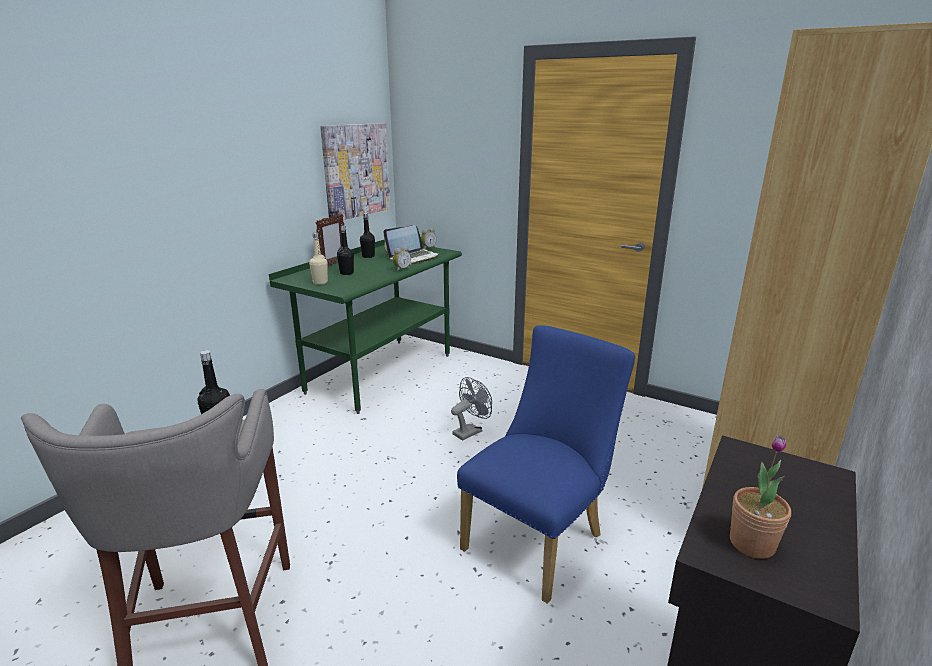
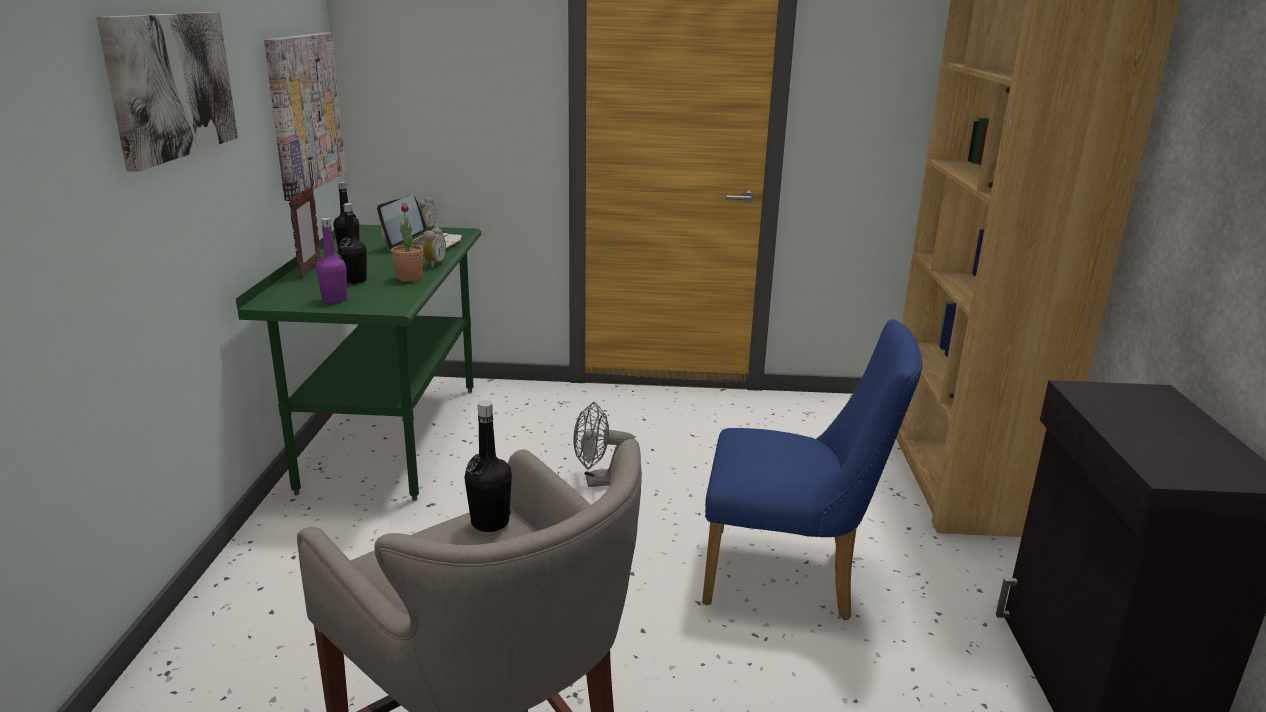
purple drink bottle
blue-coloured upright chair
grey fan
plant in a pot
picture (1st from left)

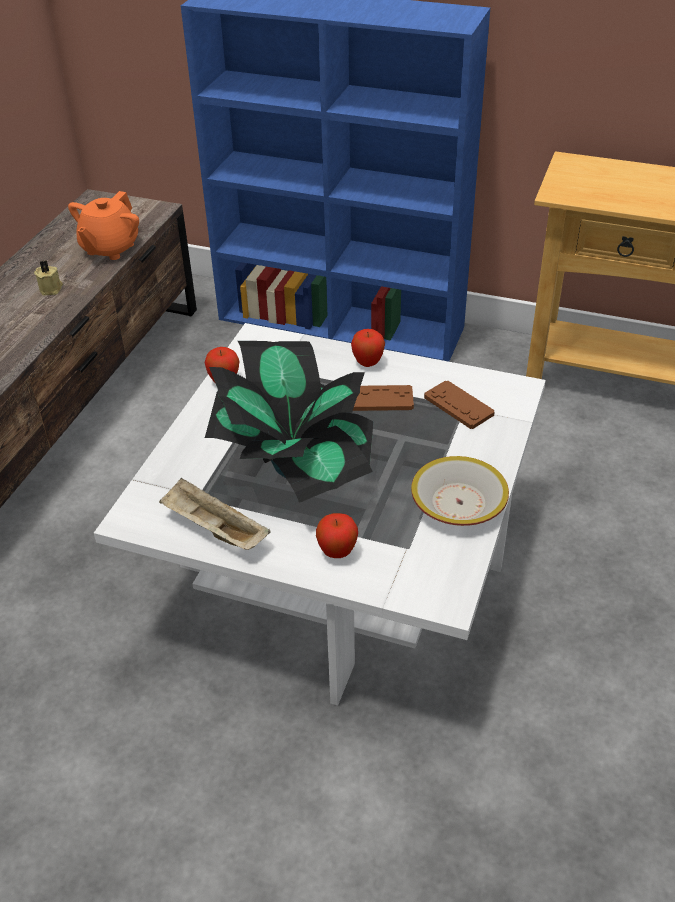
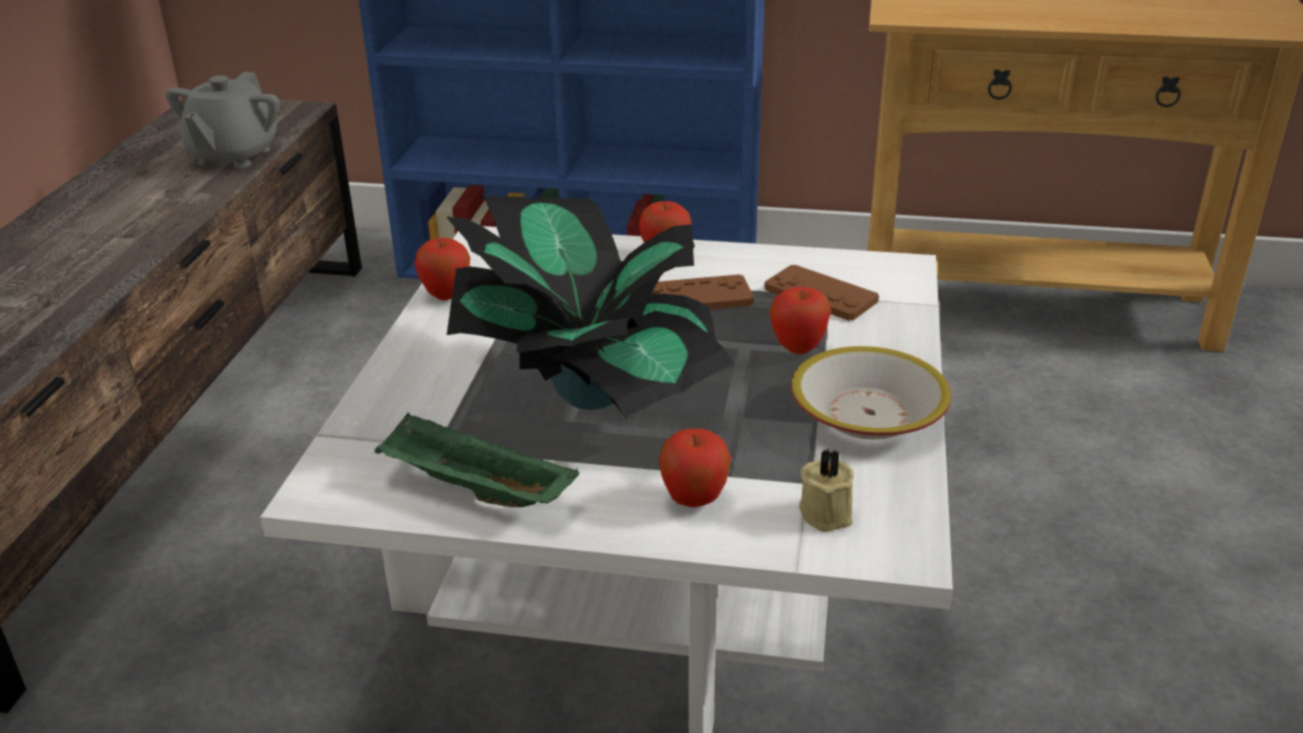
grey tea pot
sand-coloured wax candle
greenish carrying tray
apple fruit (4th from left)

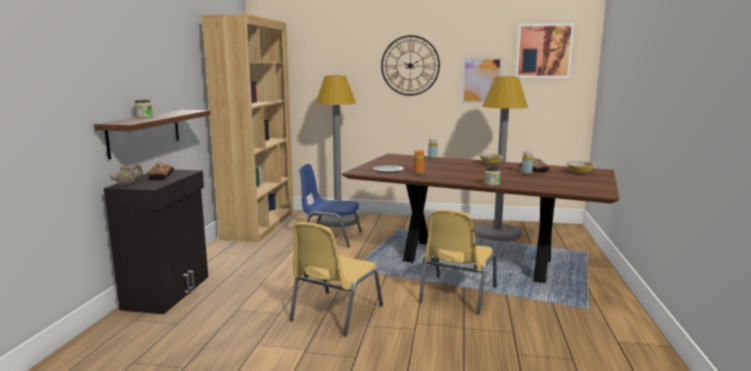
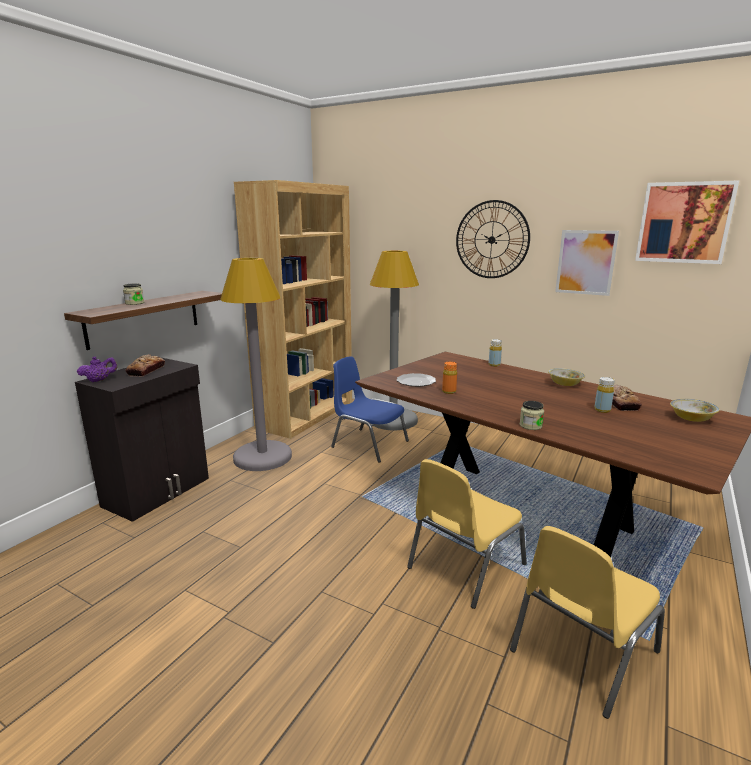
grey floor lamp (1st from left)
purple tea pot
yellow-coloured upright chair (2nd from left)

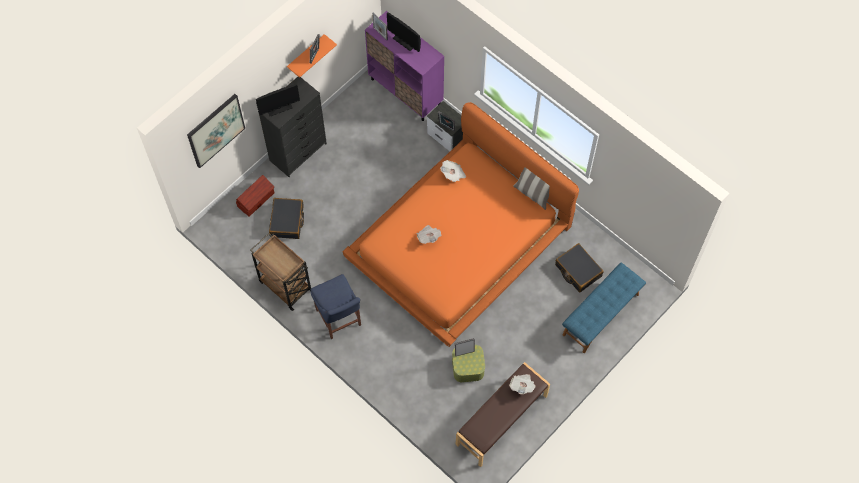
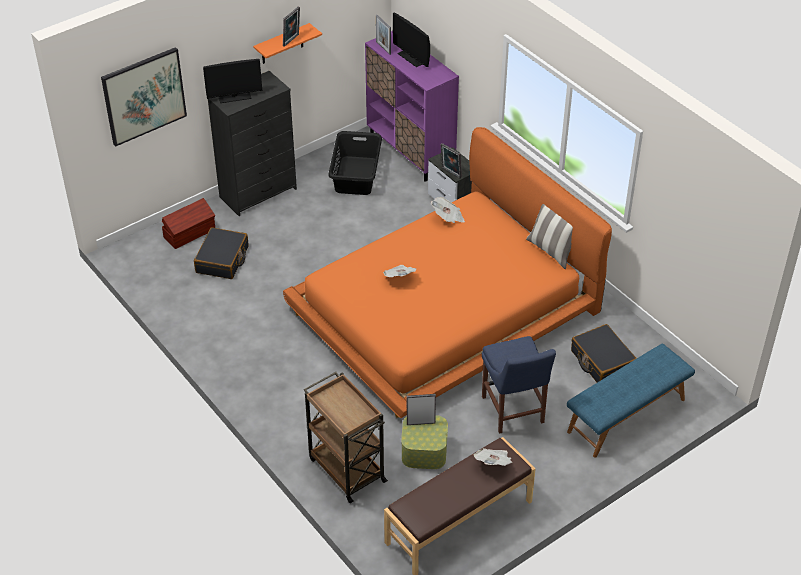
brownish trolley
blue-coloured upright chair
black laundry basket

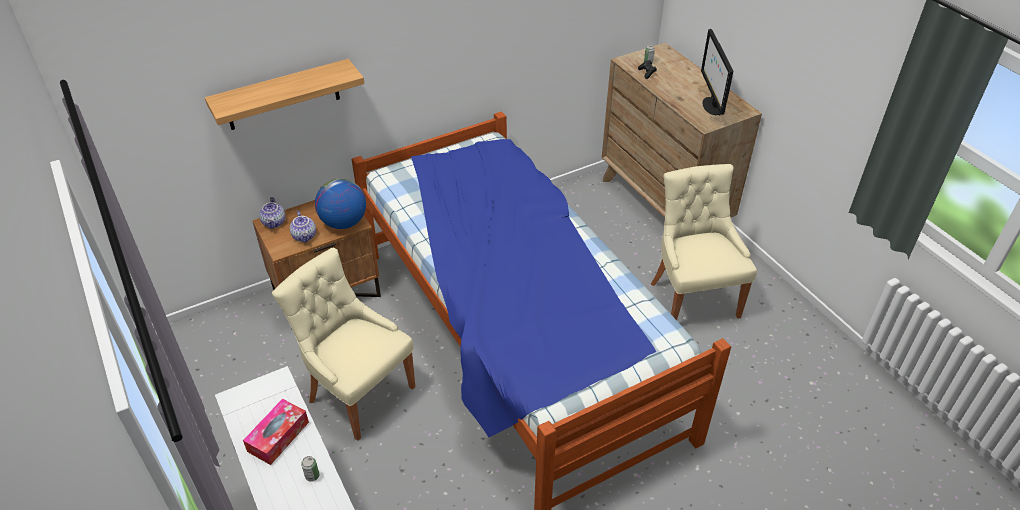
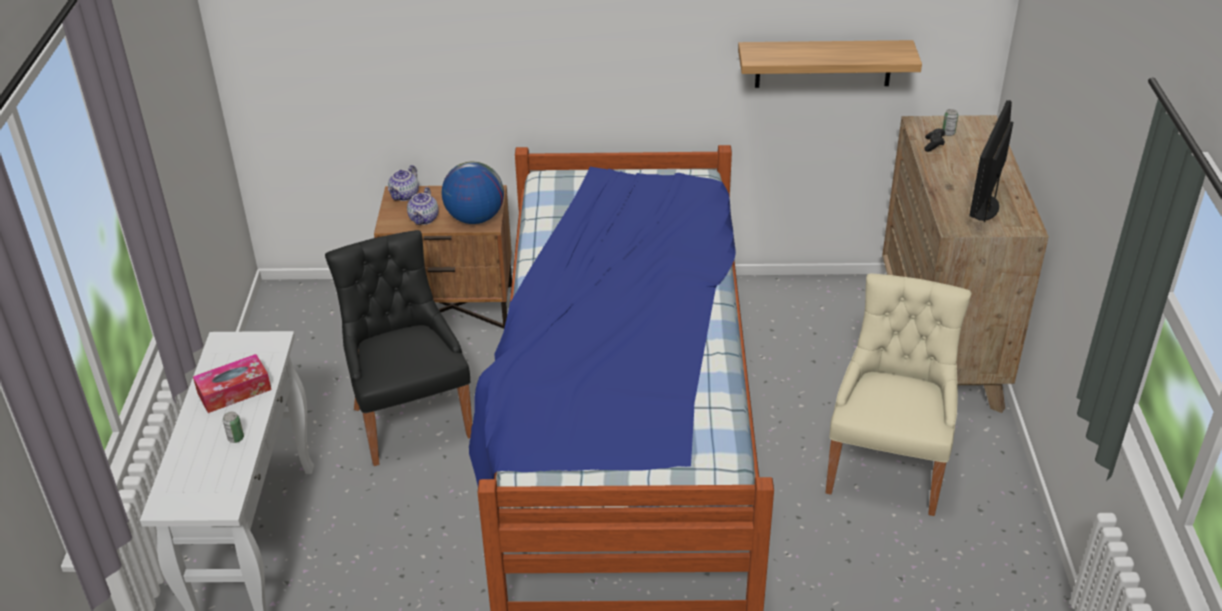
bracket shelf
black upright chair

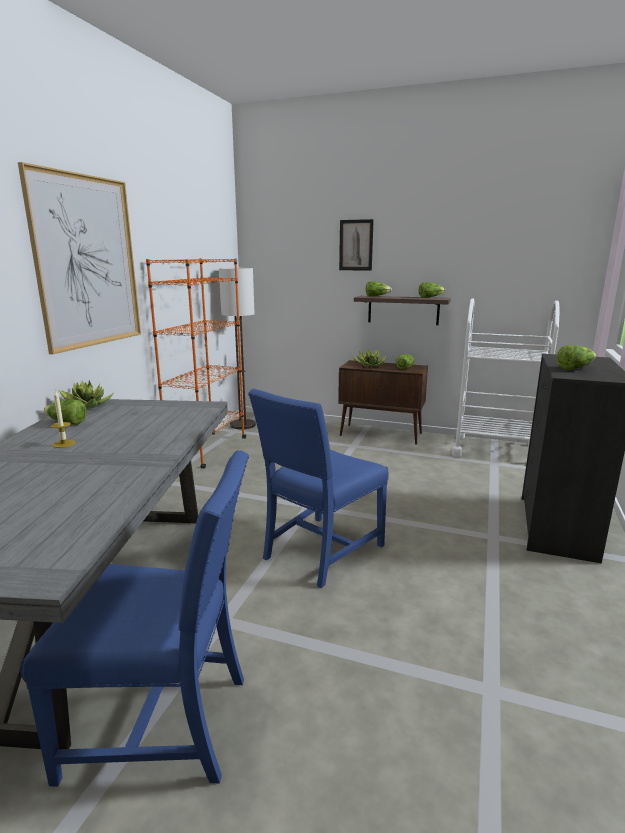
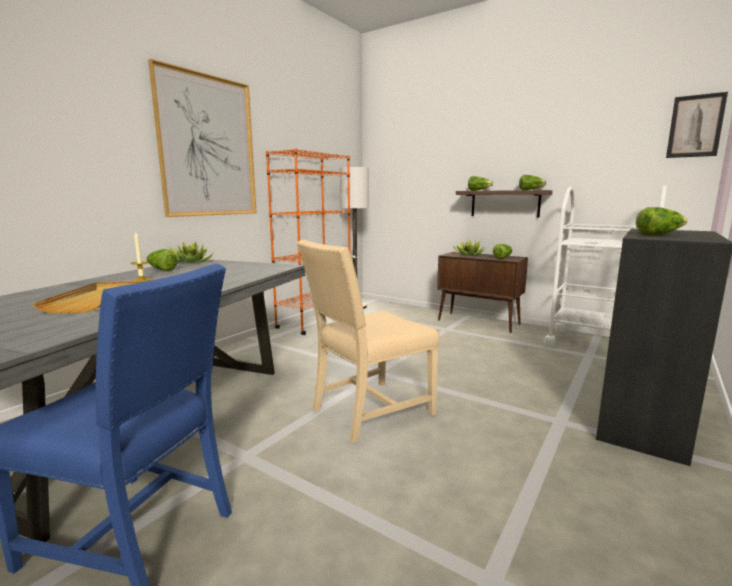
picture (2nd from left)
sand-coloured upright chair
sand-coloured carrying tray

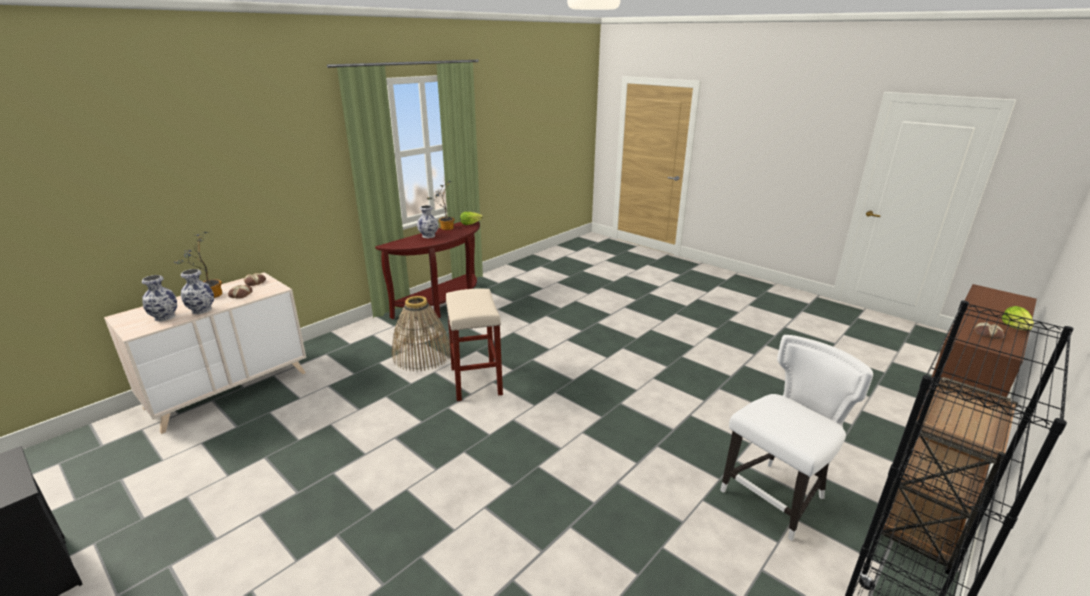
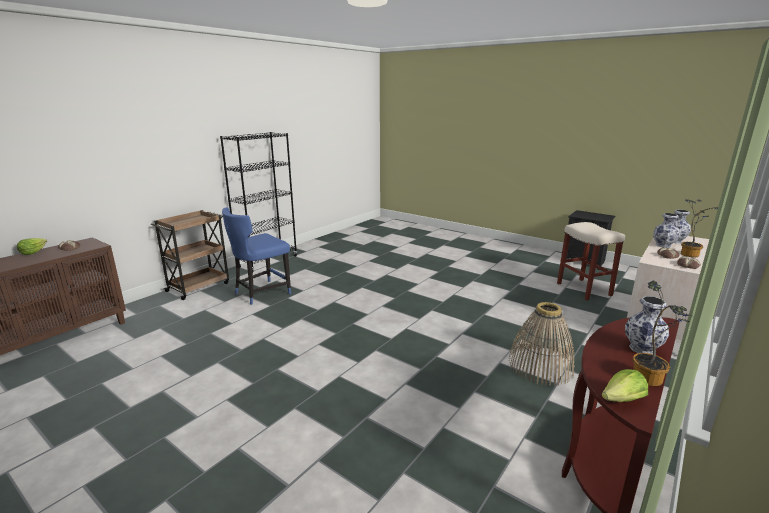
sand-coloured stool seat
blue-coloured upright chair

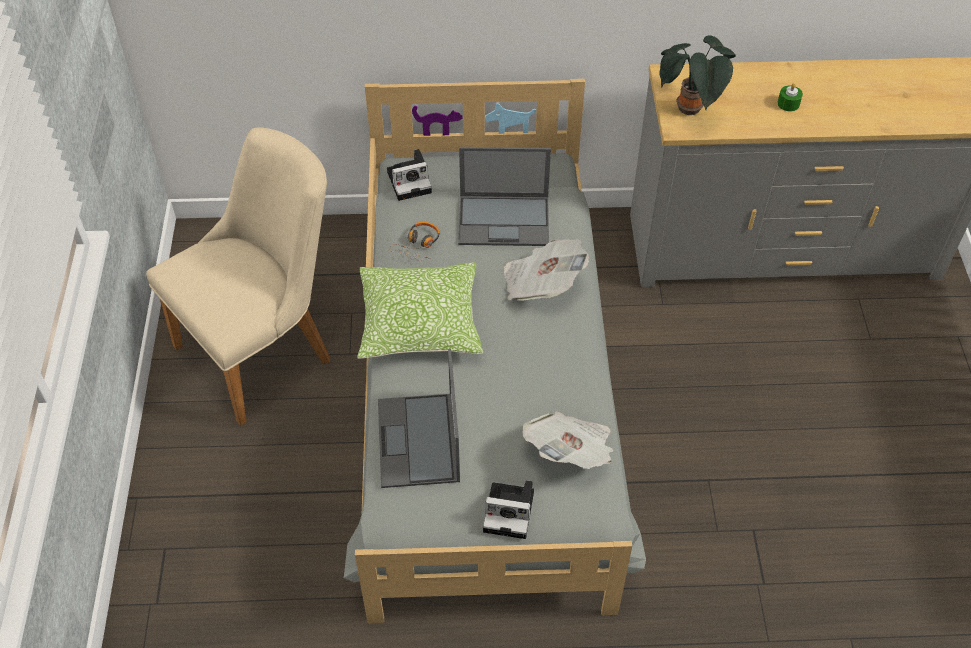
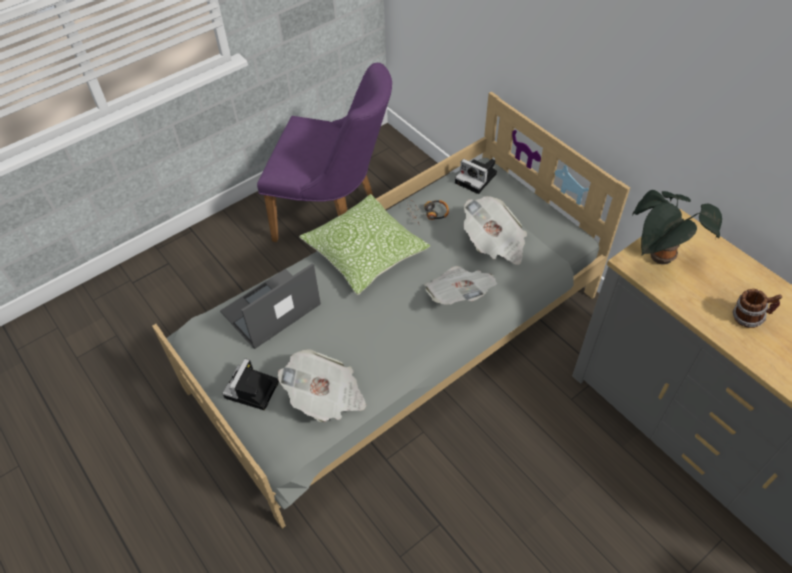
coffee mug
purple upright chair
daily paper (3rd from left)
still camera (1st from left)

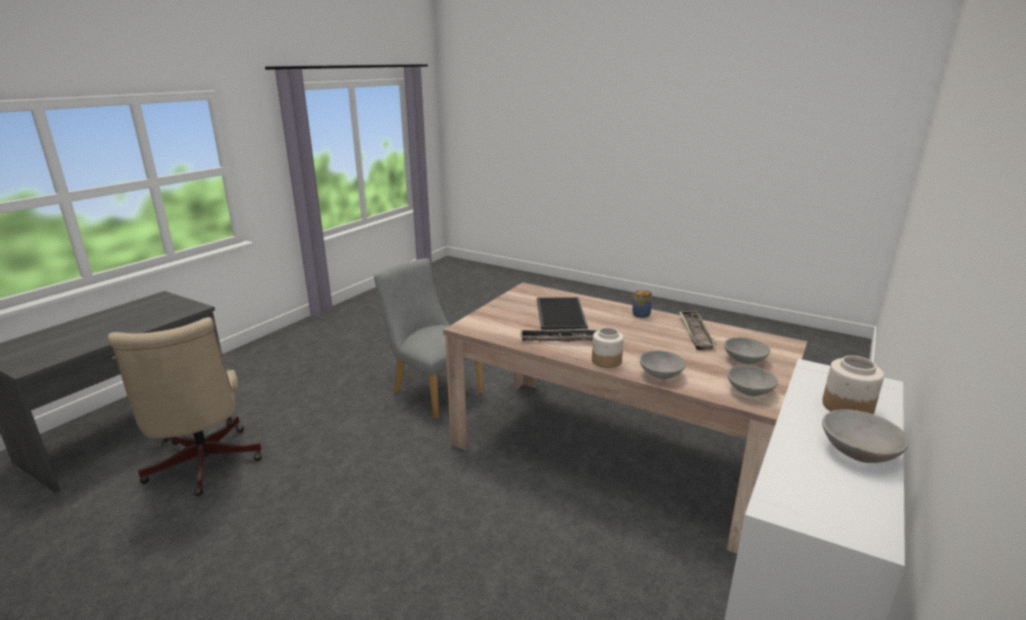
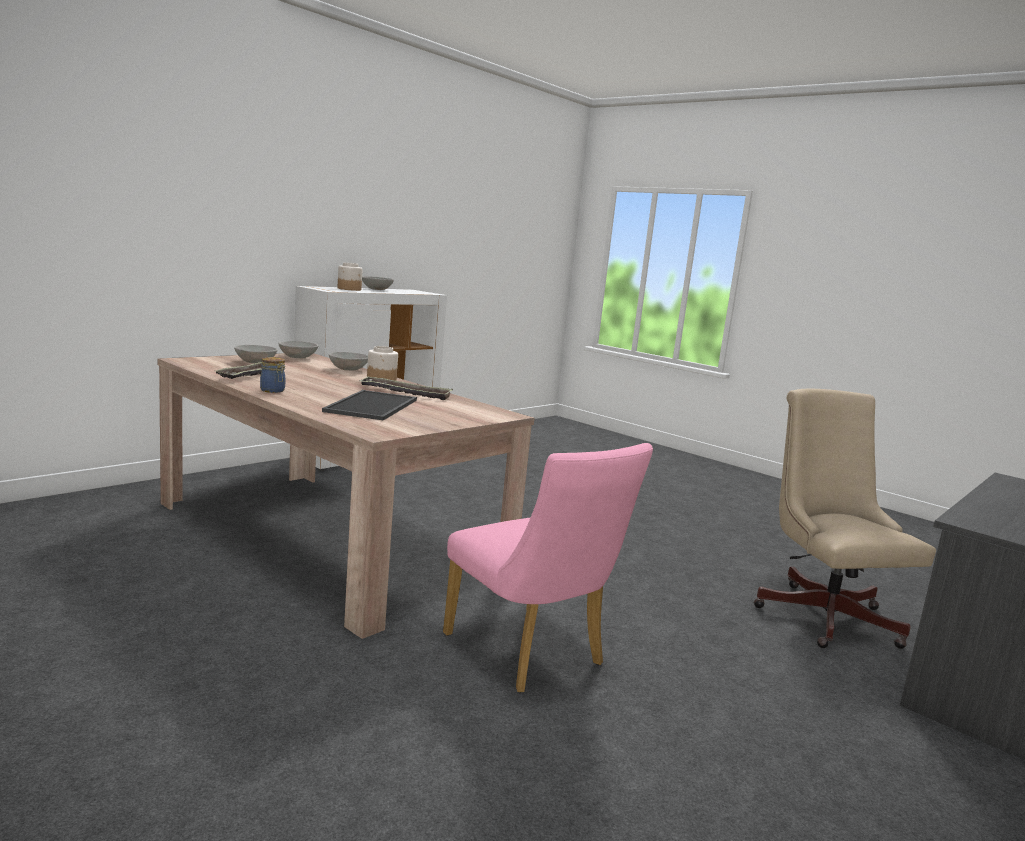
pinkish upright chair

